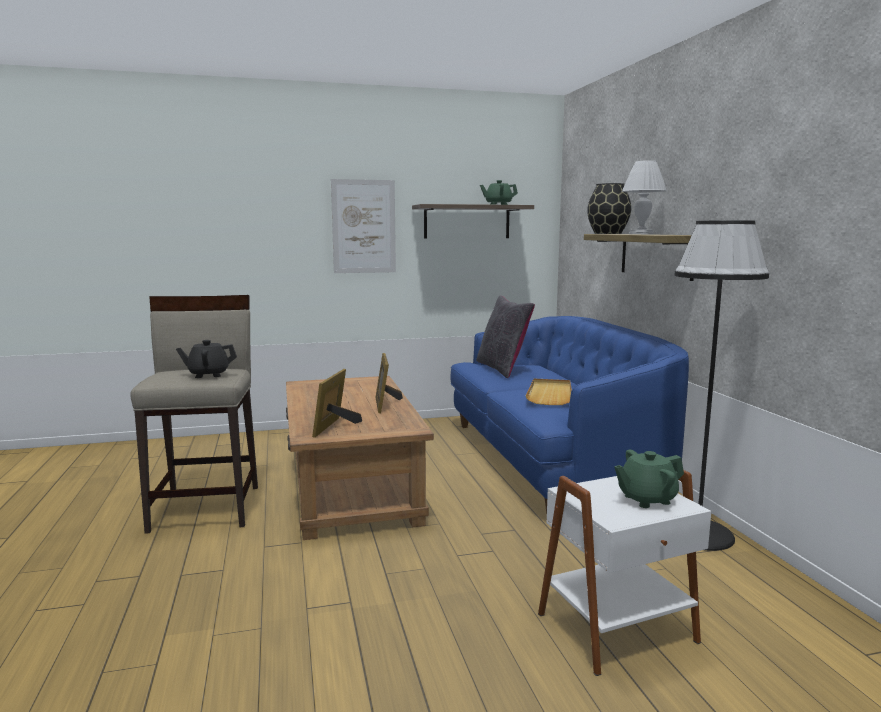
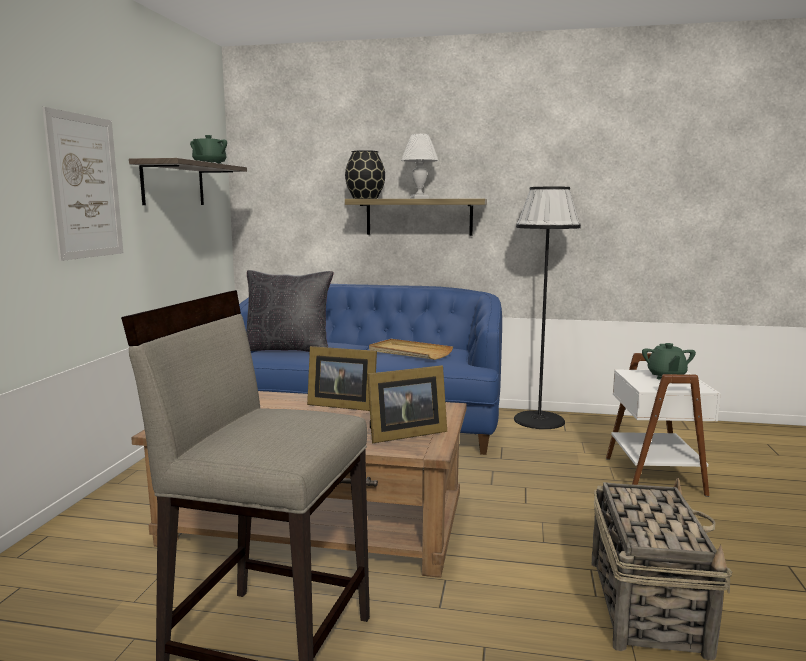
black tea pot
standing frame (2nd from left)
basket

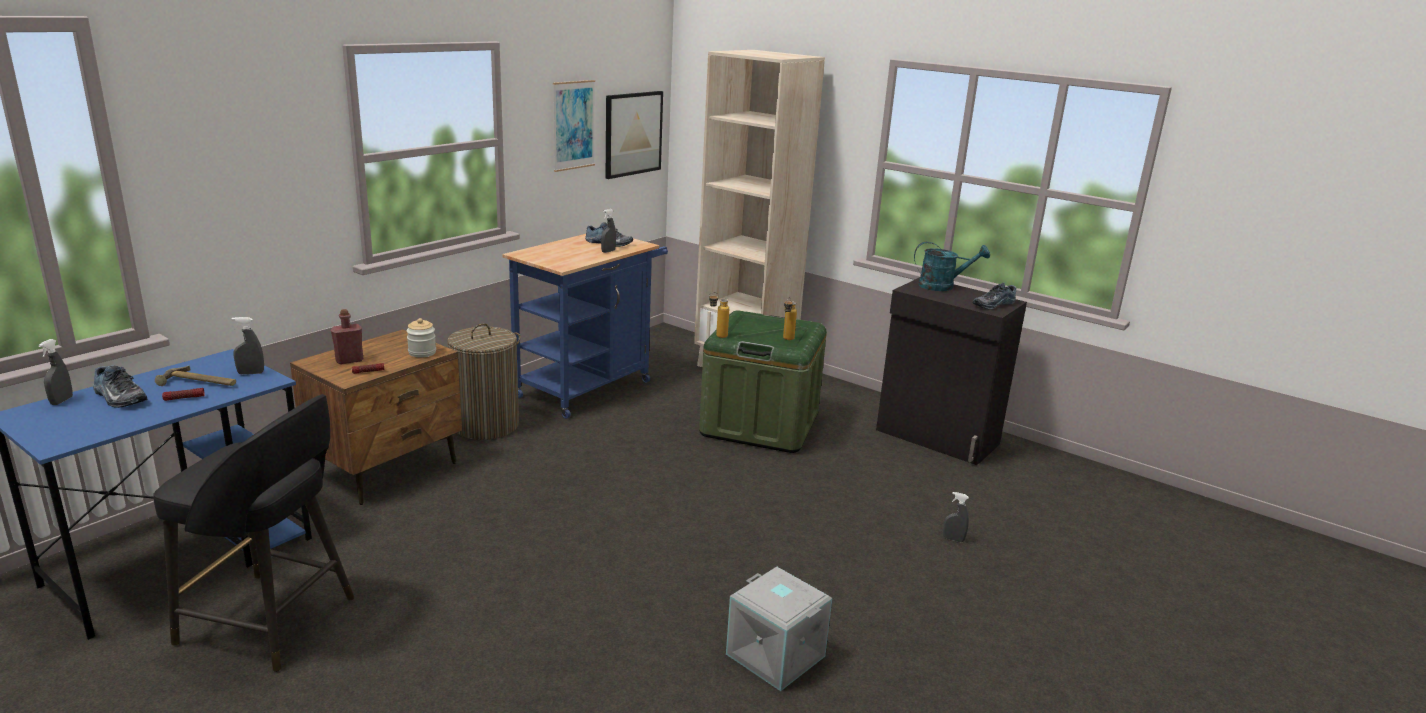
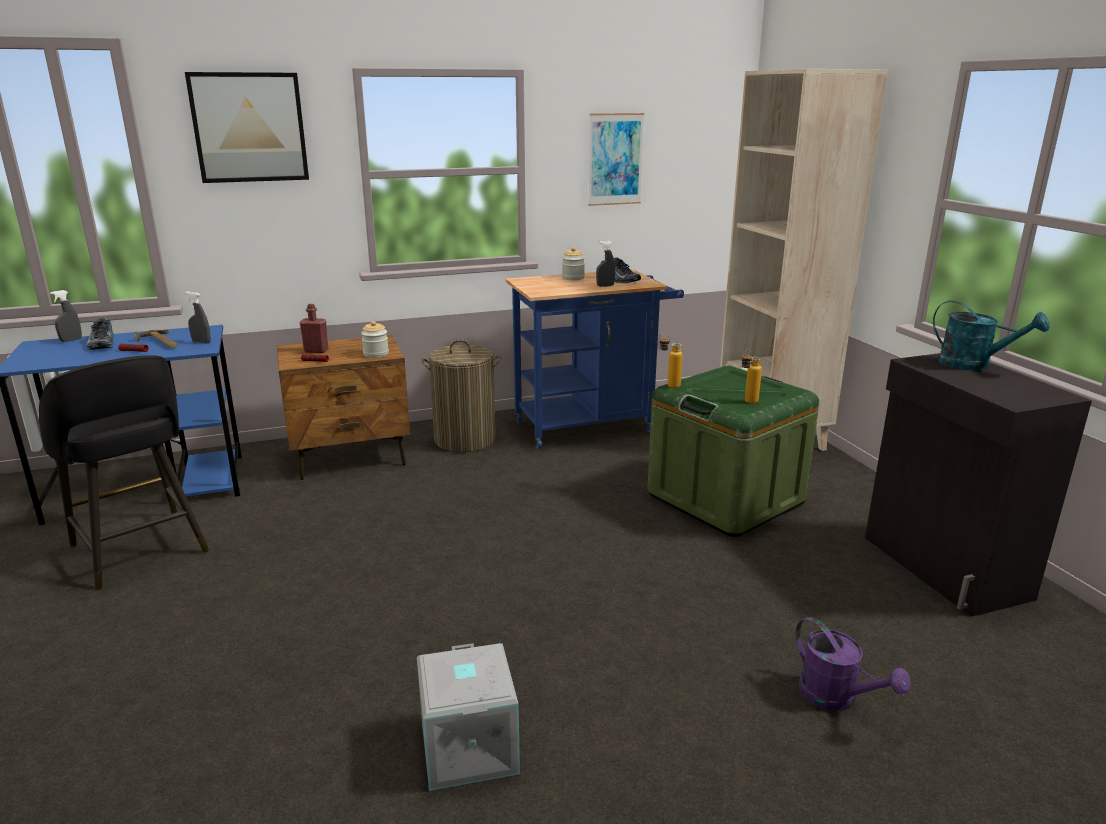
picture (1st from left)
item of footwear (3rd from left in the first image)
purple watering can
storage jar (2nd from left)

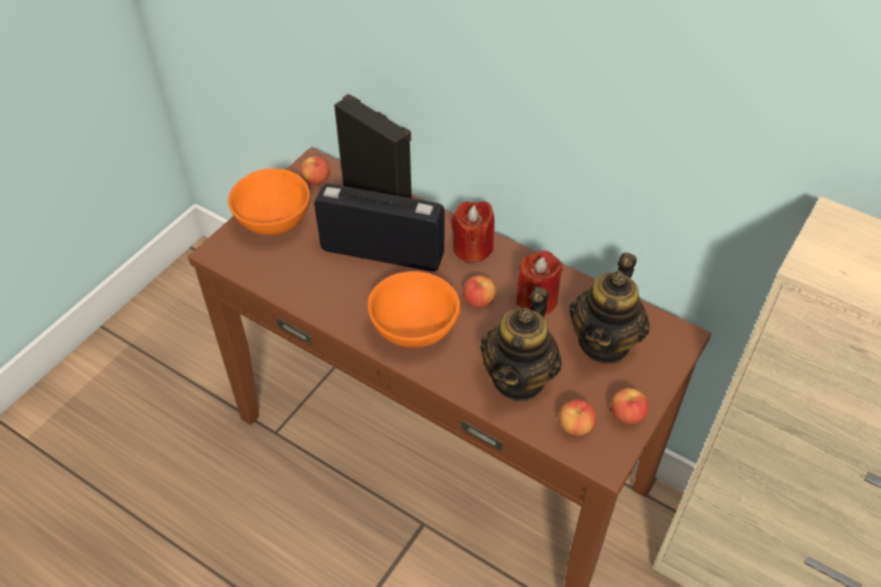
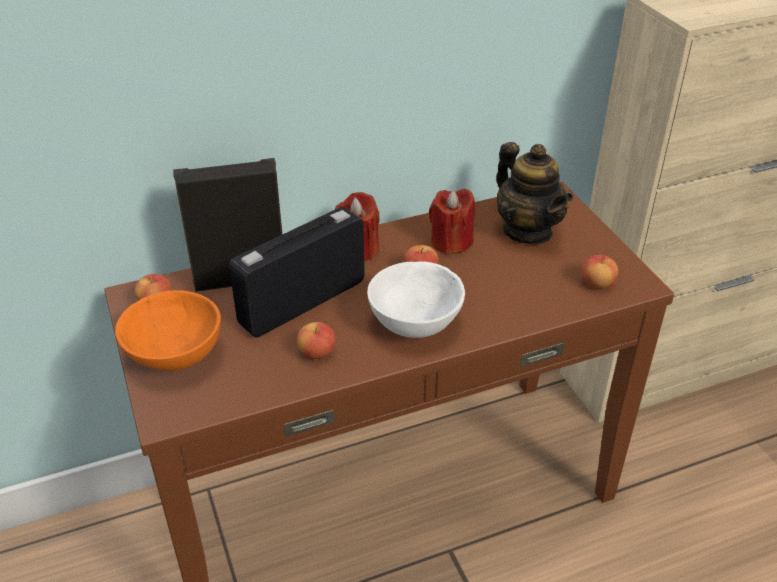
white bowl
tea pot (1st from left in the first image)
apple fruit (2nd from left)

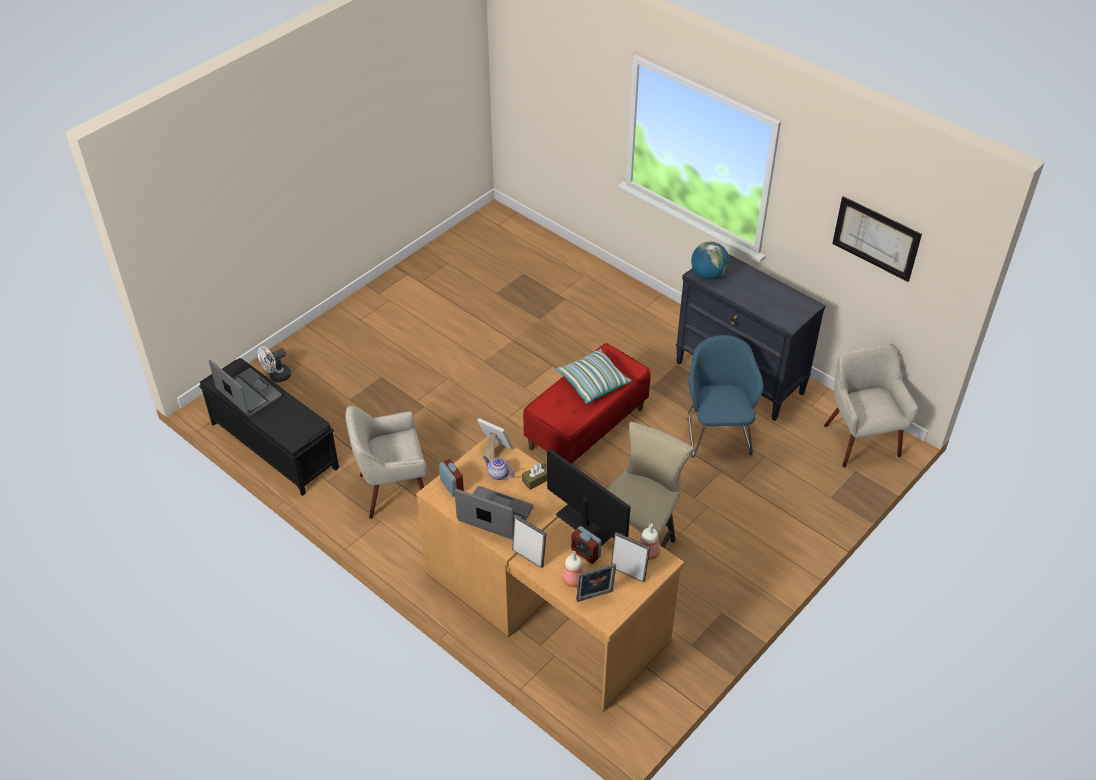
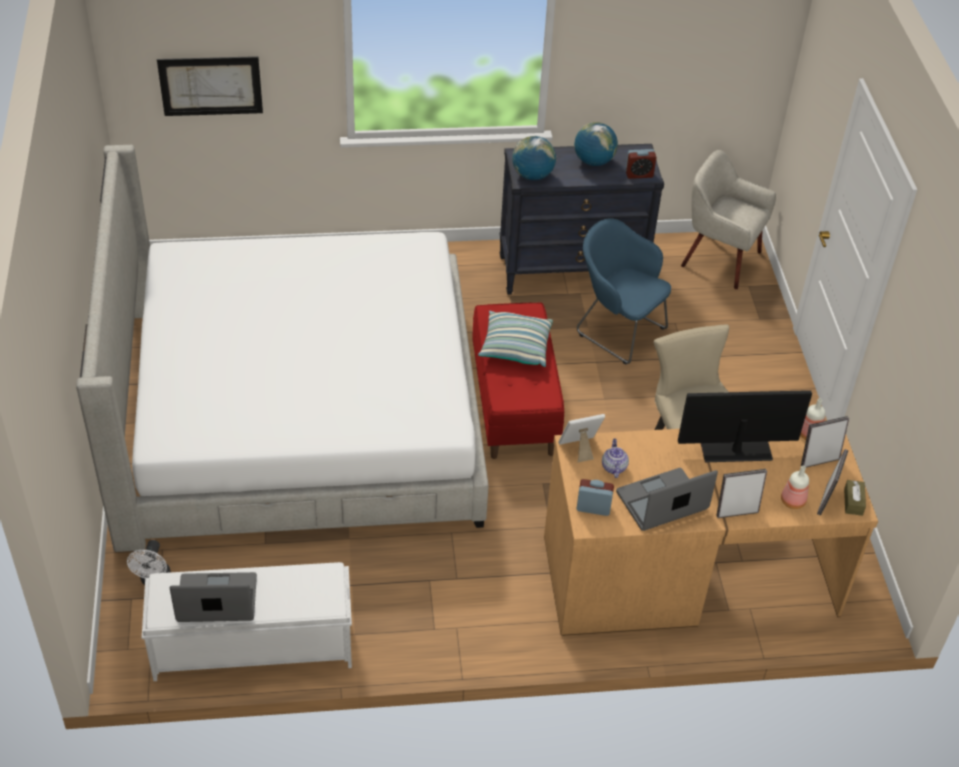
picture
white long seat
sand-coloured lounge chair (1st from left in the first image)
tea pot
brownish tissue holder
bedside clock (2nd from left)
globe (2nd from left)
bed

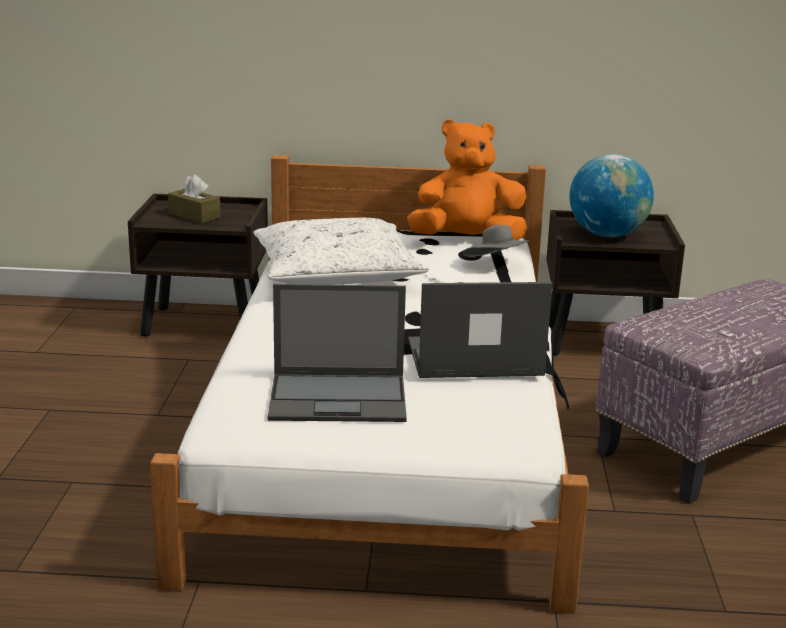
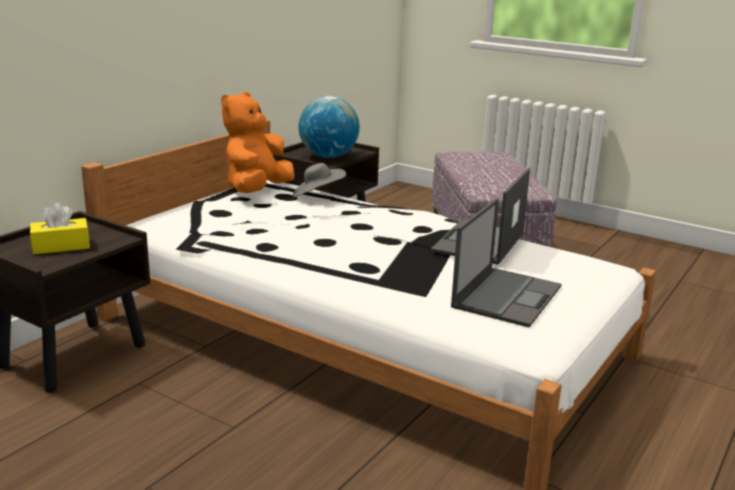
yellow-coloured tissue holder
white pillow

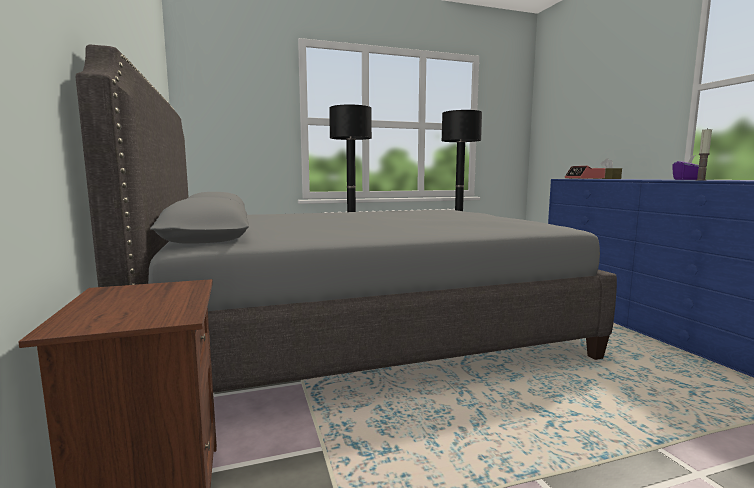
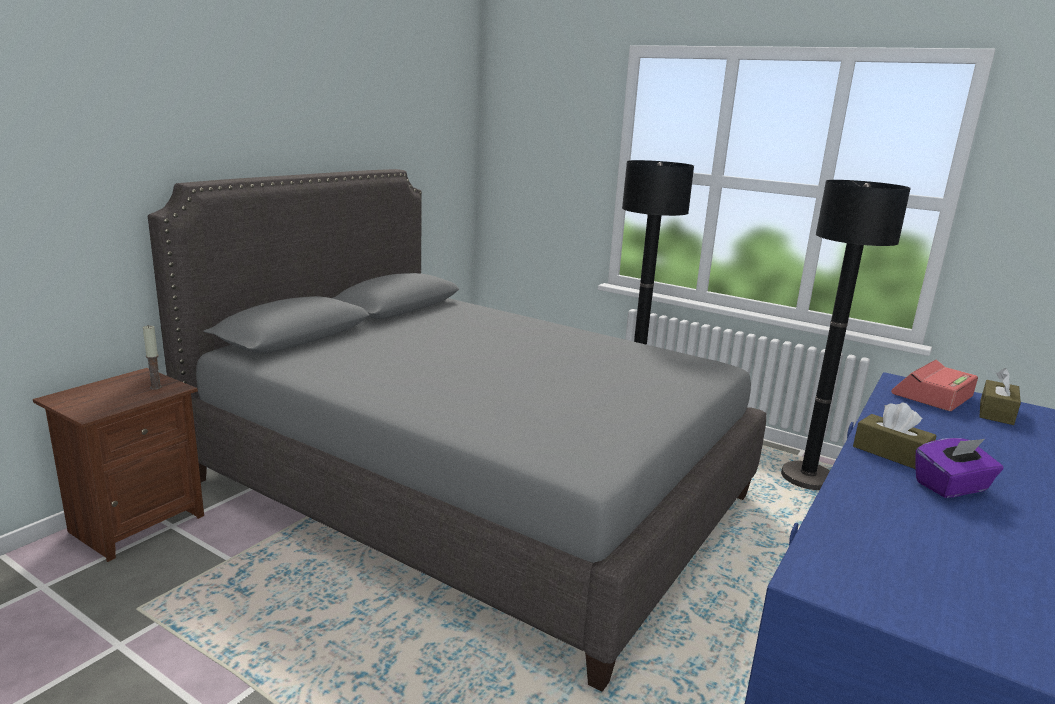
wax candle
brownish tissue holder (1st from left)

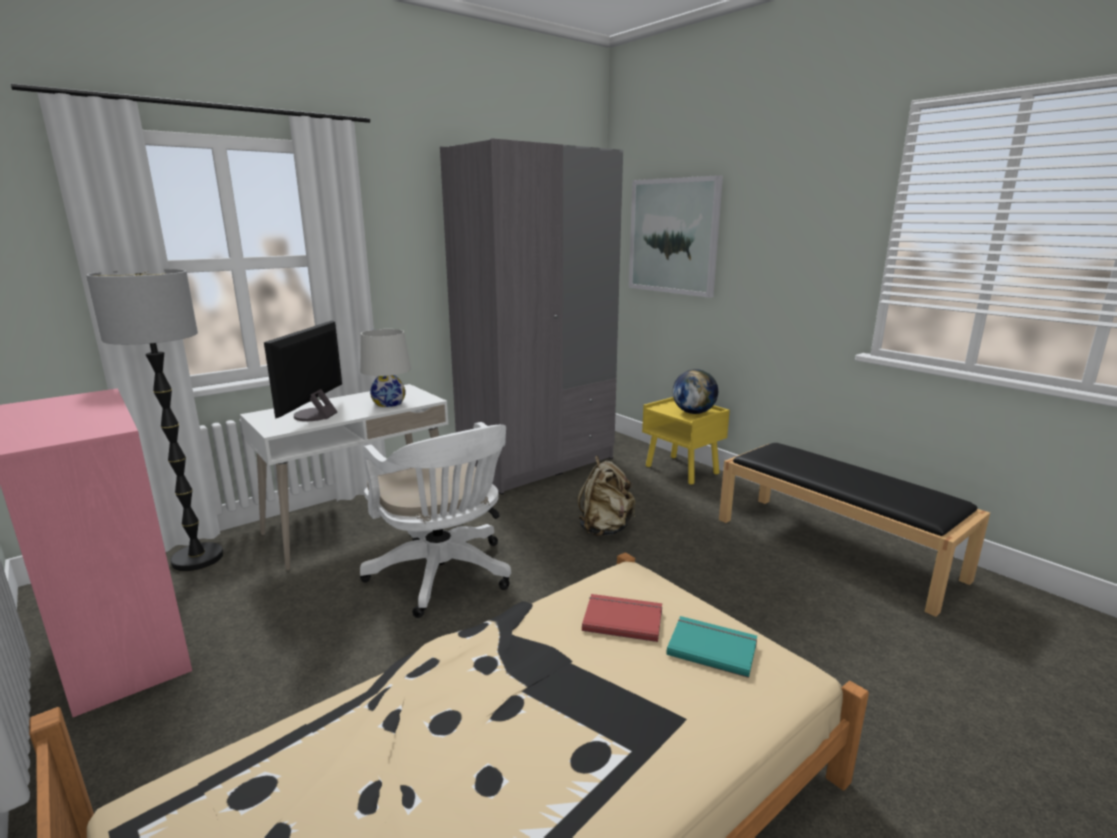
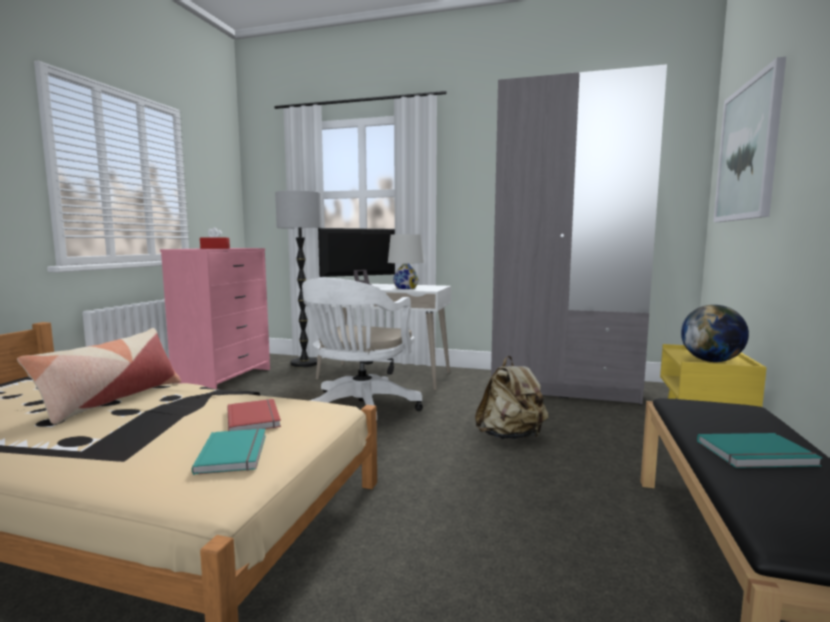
reddish tissue holder
pillow
turquoise volume (2nd from left)

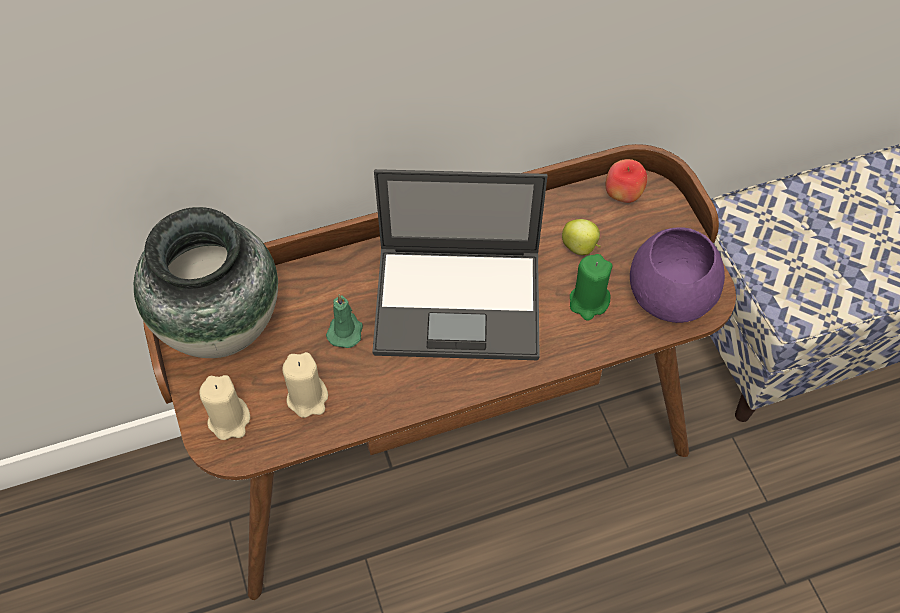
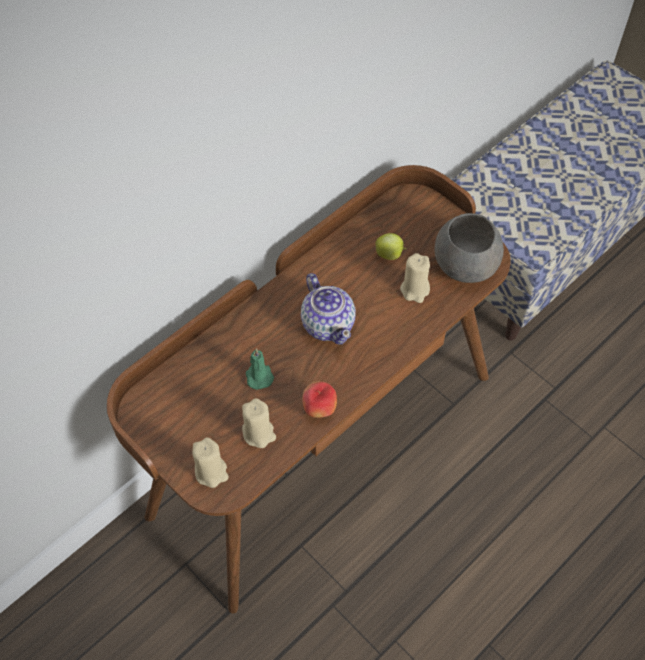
apple fruit (1st from left)
tea pot
decorative vase
grey bowl
sand-coloured wax candle (3rd from left)

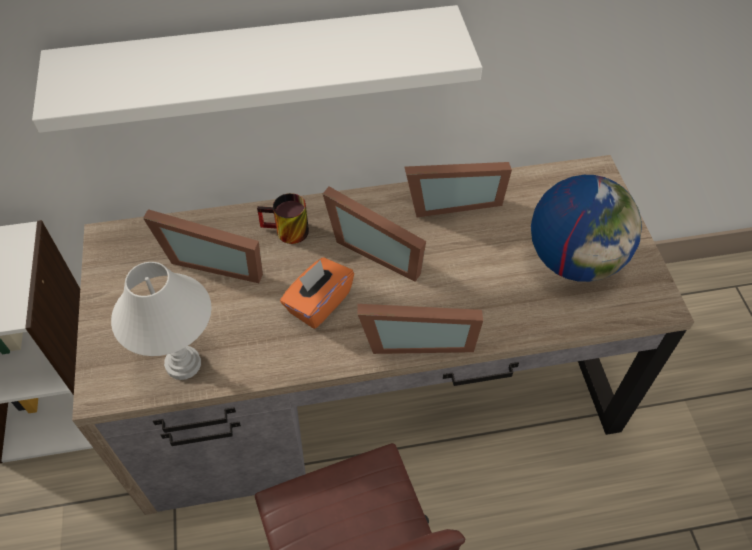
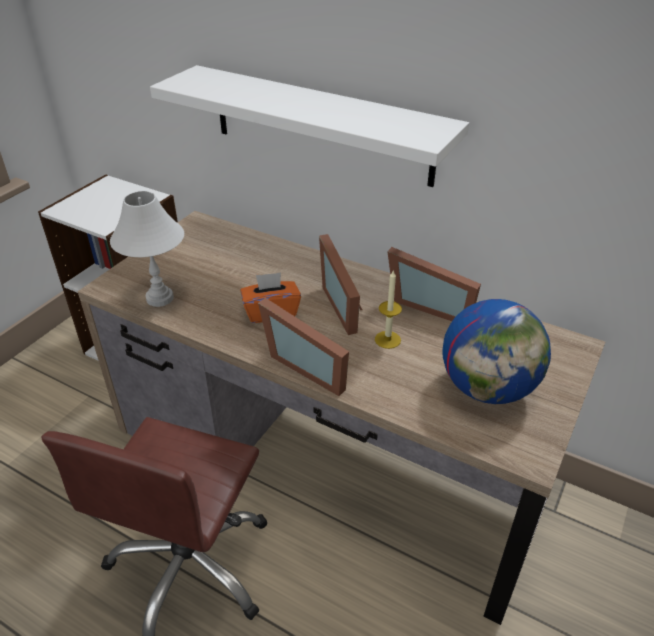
coffee mug
standing frame (1st from left in the first image)
wax candle

